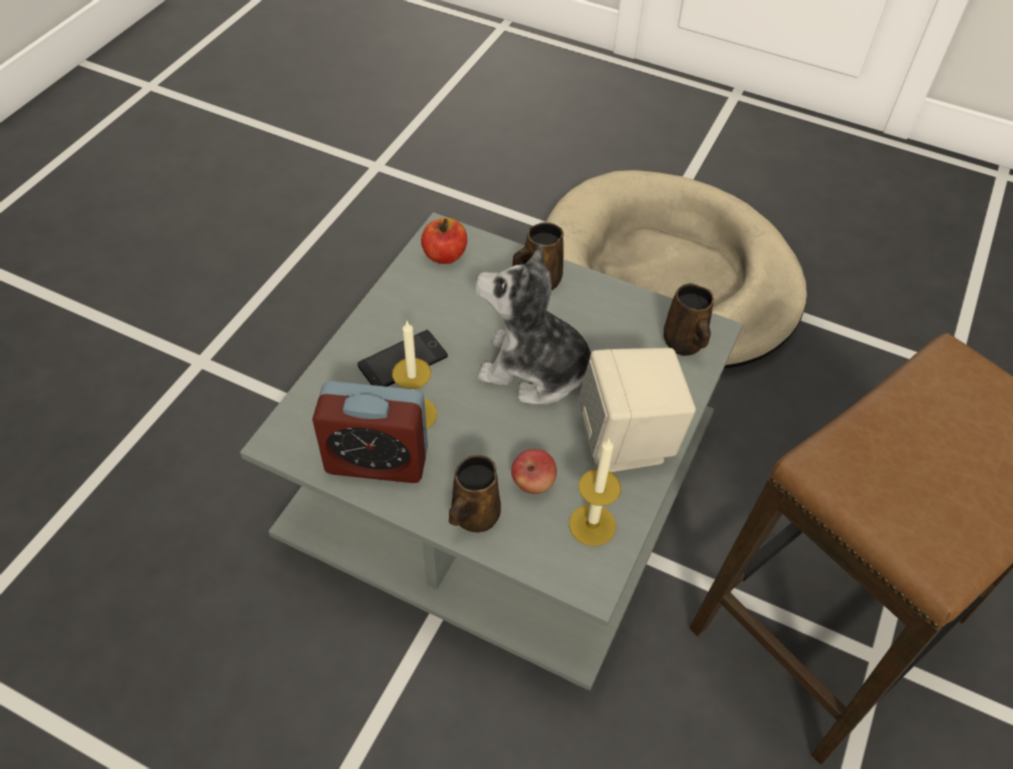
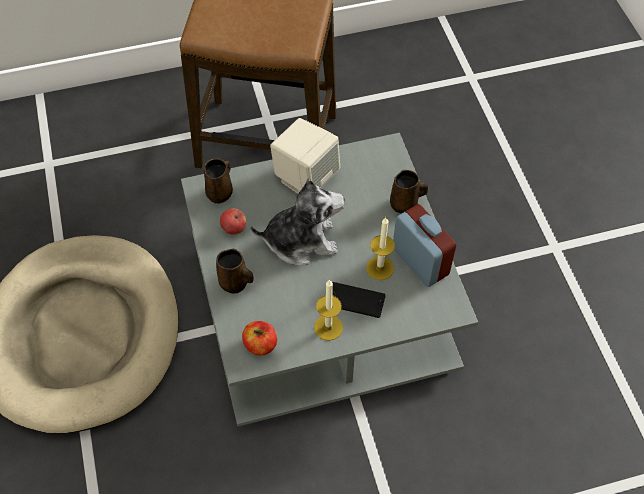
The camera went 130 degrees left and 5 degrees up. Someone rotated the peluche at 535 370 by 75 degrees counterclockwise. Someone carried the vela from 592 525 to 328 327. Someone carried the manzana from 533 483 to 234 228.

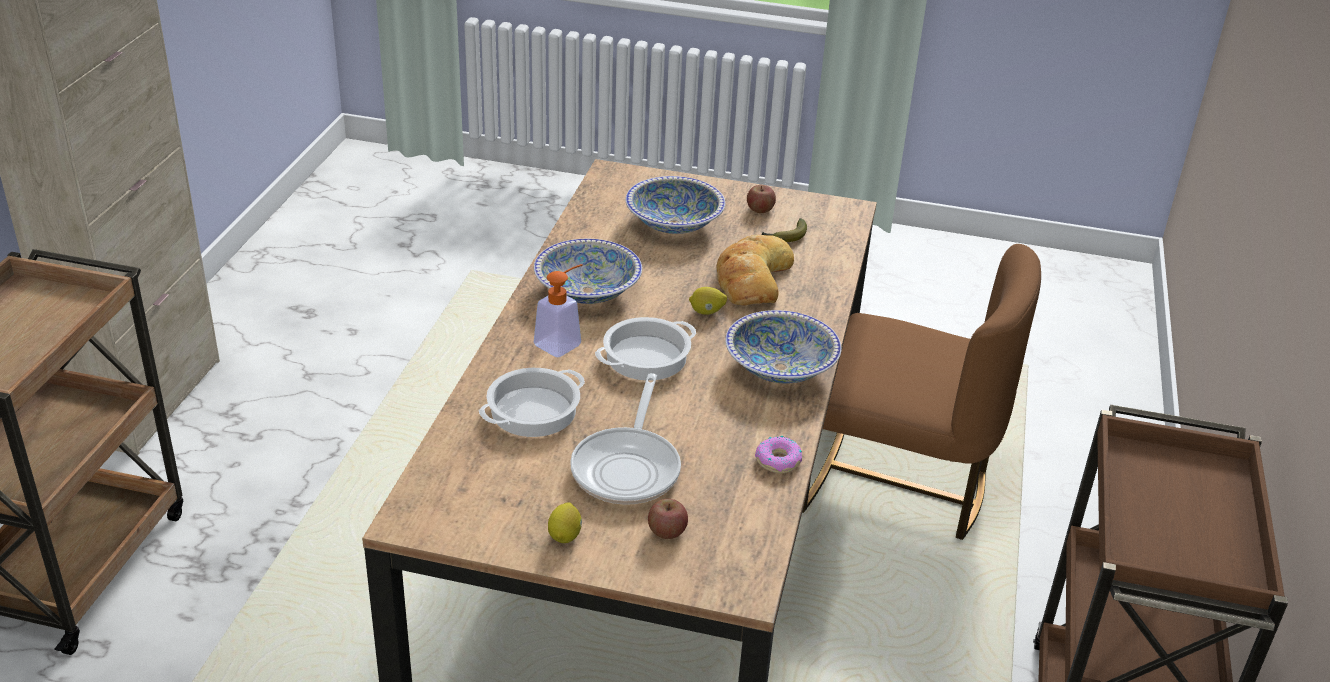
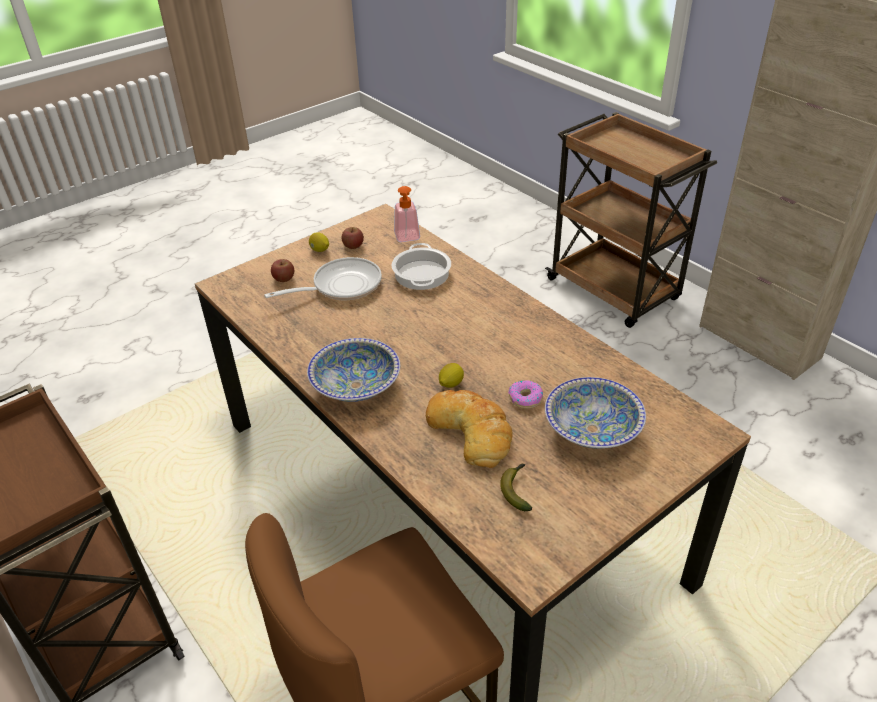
The camera went 130 degrees right and 5 degrees up. Someone carried the manzana from 760 209 to 353 246. Someone took away the cuenco at 587 291. Someone carried the dispensador de jabón from 563 342 to 408 238. Someone took away the olla at 646 356. Someone rotated the sartén at 628 467 by 105 degrees clockwise. Someone carried the rosquilla from 778 461 to 525 398.

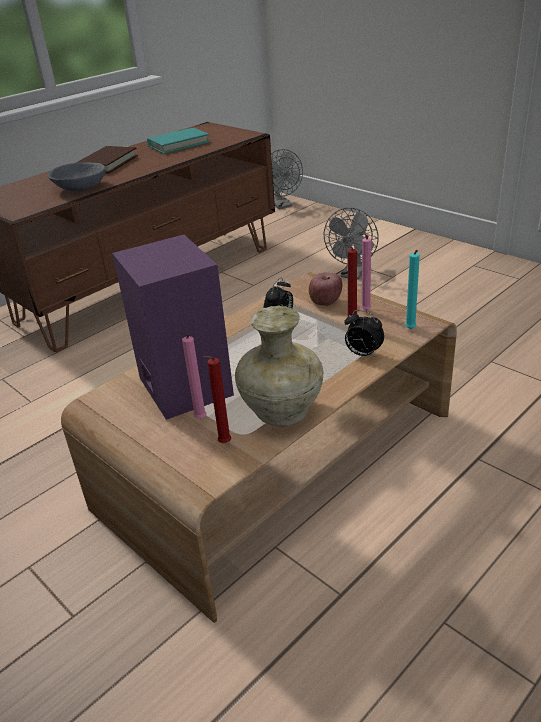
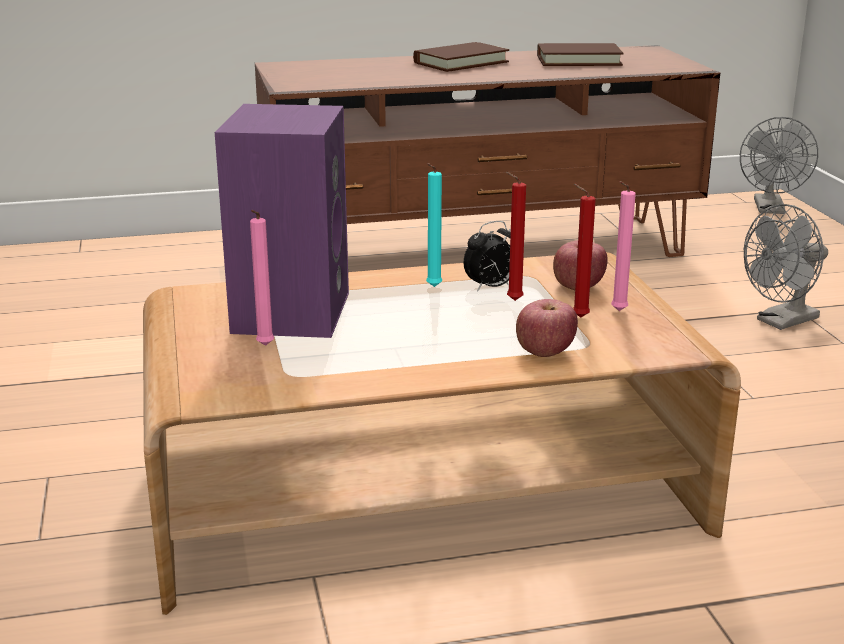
The camera went 30 degrees right and 10 degrees down. Someone repainted the libro/turquesa at 178 144, which became the libro/marrón at 578 60. Someone took away the cuenco/gris at 79 188. Someone carried the vela/turquesa from 410 330 to 432 287. Someone took away the florero/beis at 282 413. Someone swapped the despertador at 362 354 for the manzana at 545 351. Someone carried the vela/rojo from 223 444 to 512 301.

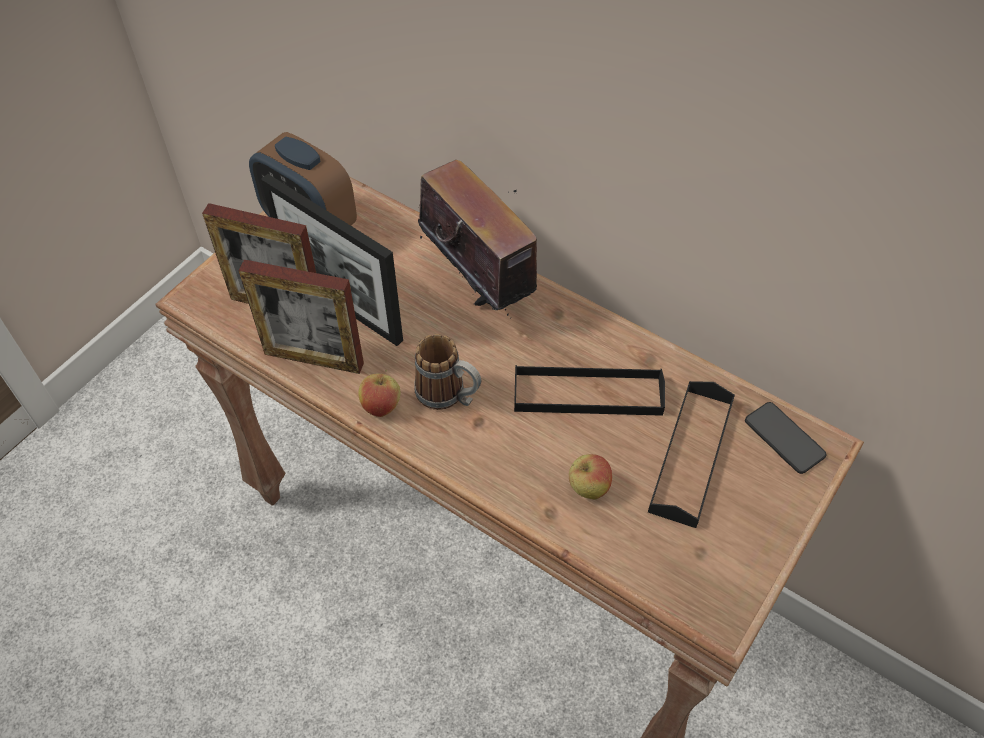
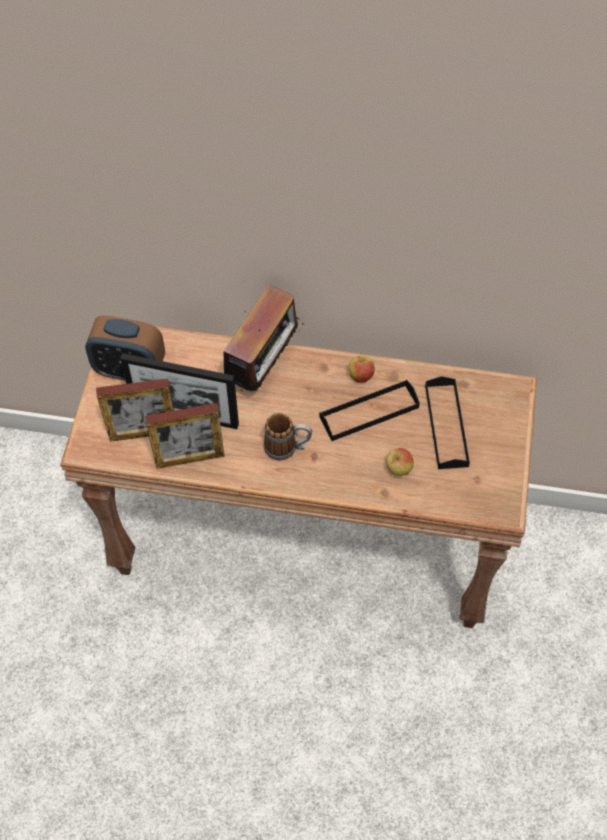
The camera went 25 degrees left and 5 degrees up. Someone rotated the radio at 479 283 by 90 degrees clockwise. Someone carried the manzana from 381 407 to 361 376. Someone took away the móvil at 784 438.

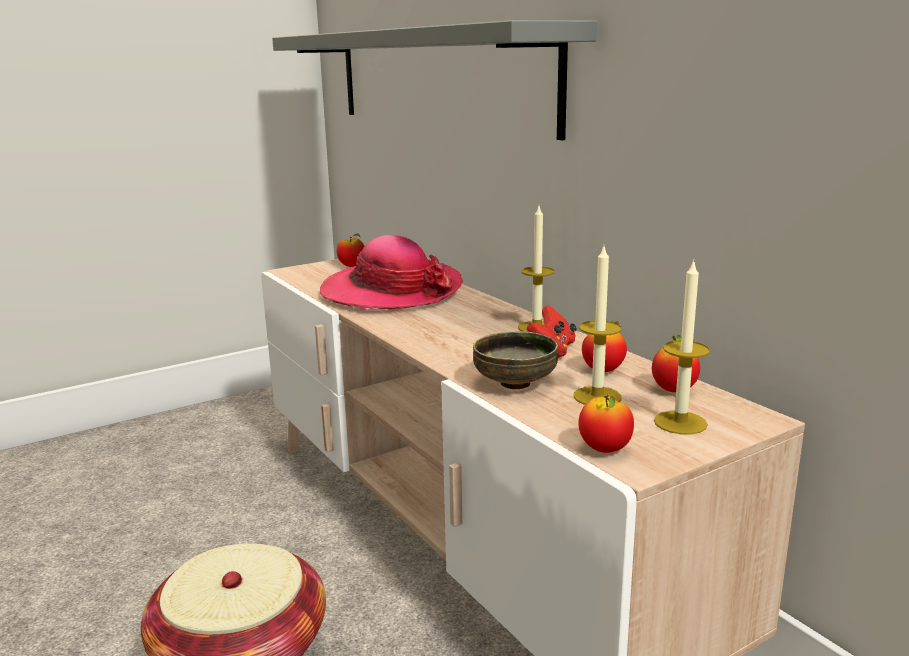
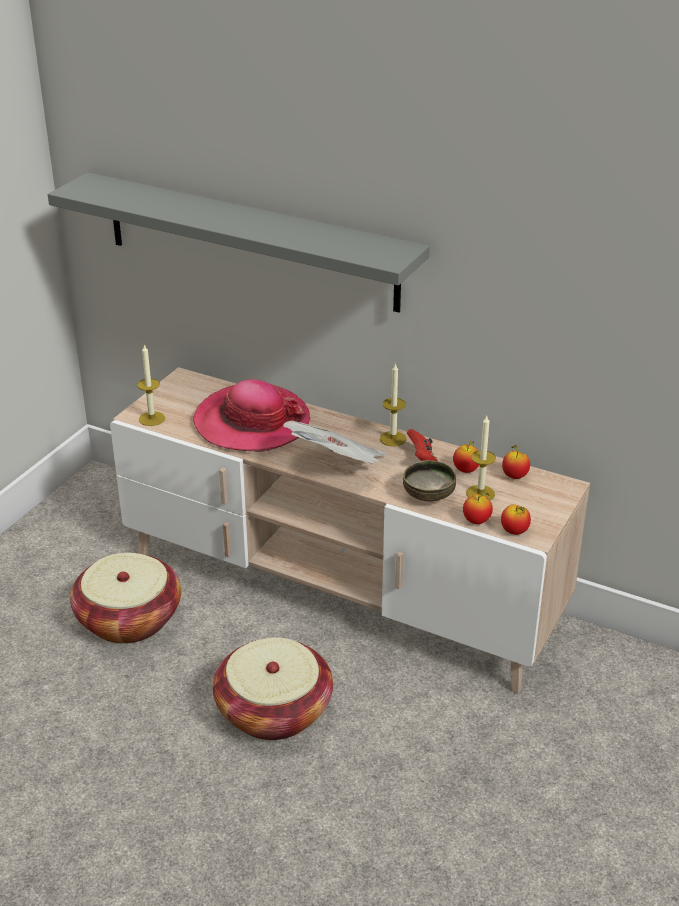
The camera went 30 degrees left and 15 degrees up. Someone carried the manzana from 352 266 to 476 521. Someone carried the vela from 680 422 to 152 418. Someone put down the periódico at 338 465. Someone put down the cesta at 129 619.

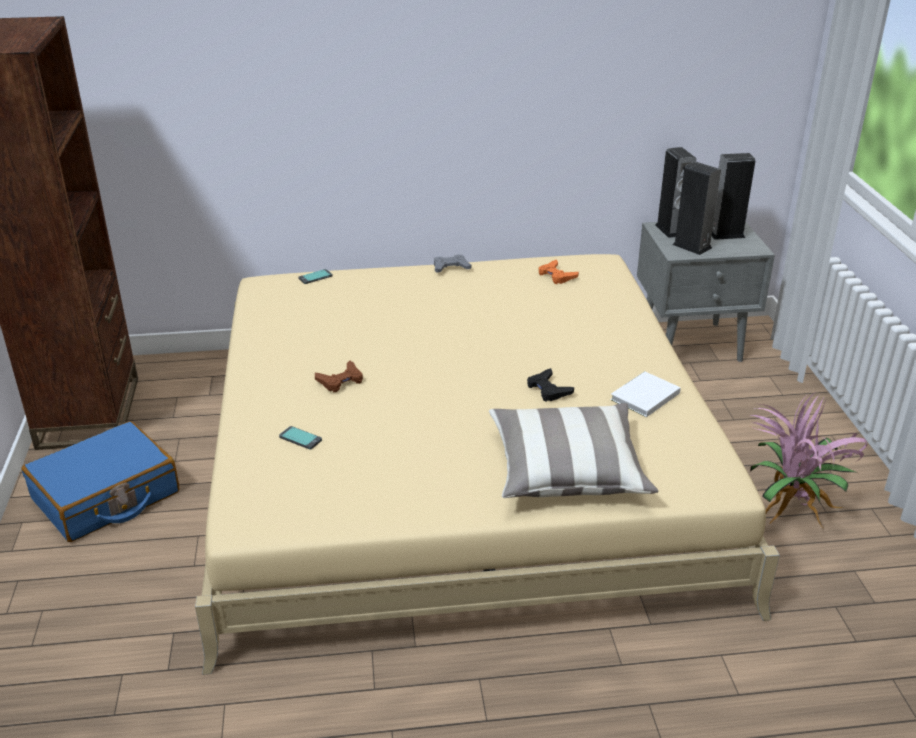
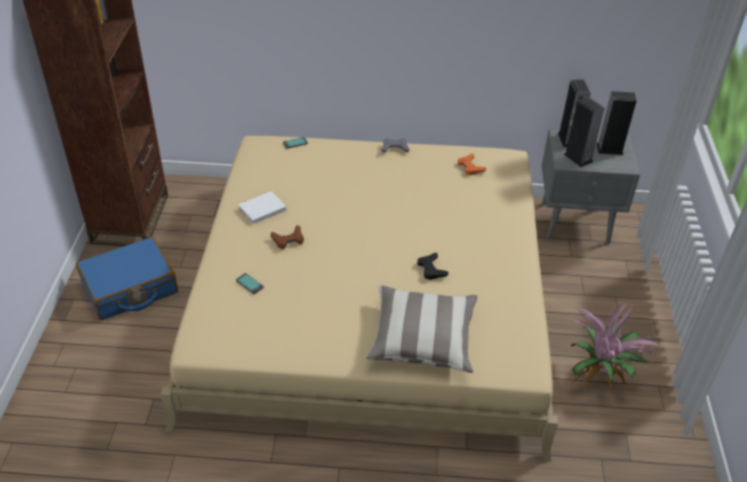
The camera went 10 degrees right and 10 degrees up. Someone carried the libro/blanco from 643 397 to 261 209.

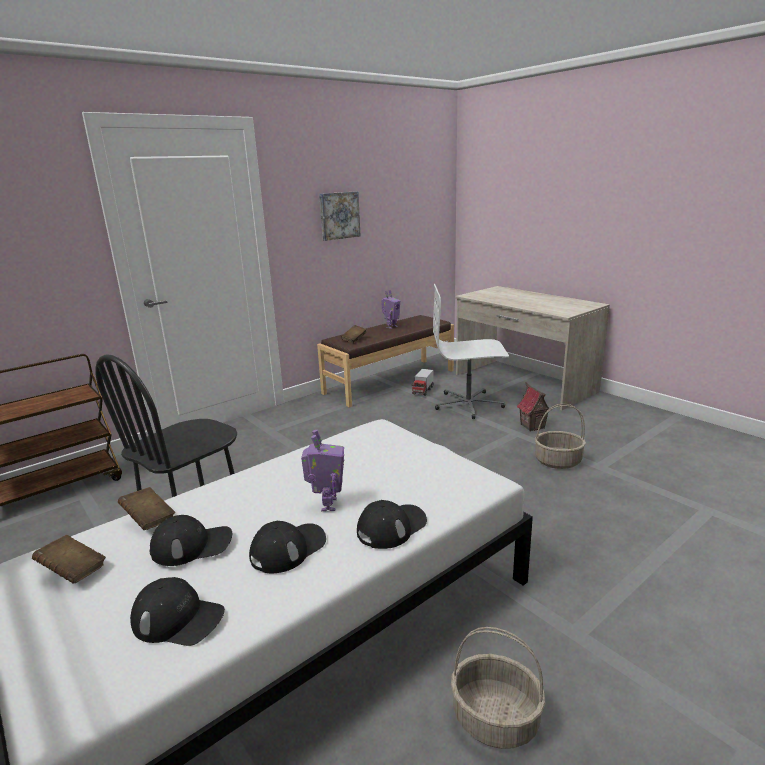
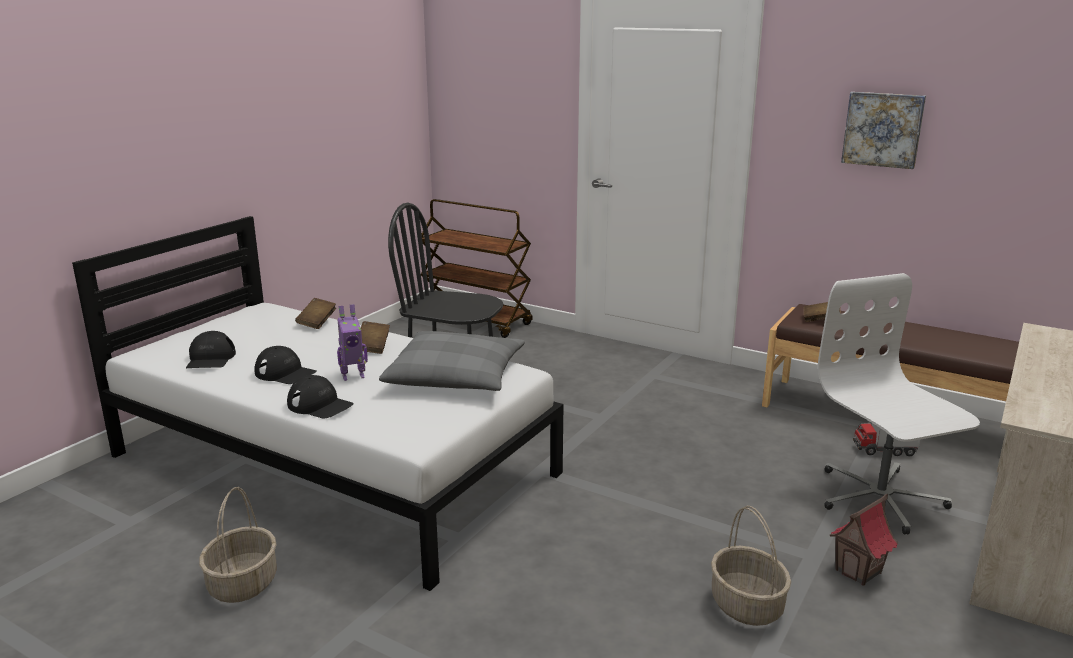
The camera went 70 degrees right and 0 degrees up. Someone took away the robot de juguete at 391 327. Someone took away the gorra/negro at 192 545. Someone carried the libro/marrón from 73 570 to 373 347. Someone put down the cojín/gris at 456 376.

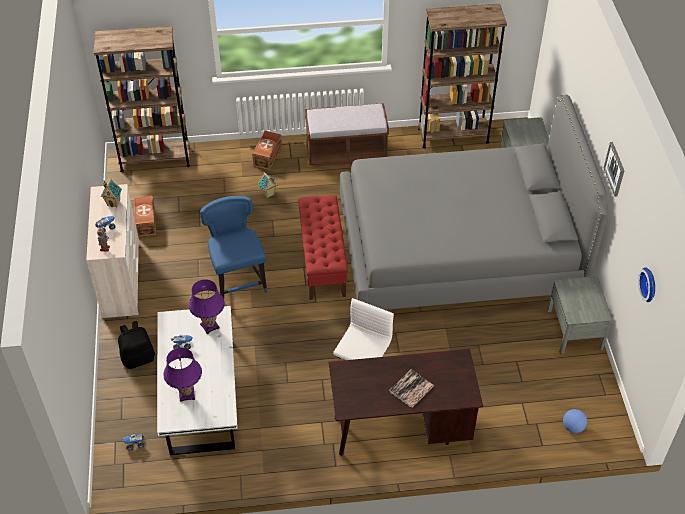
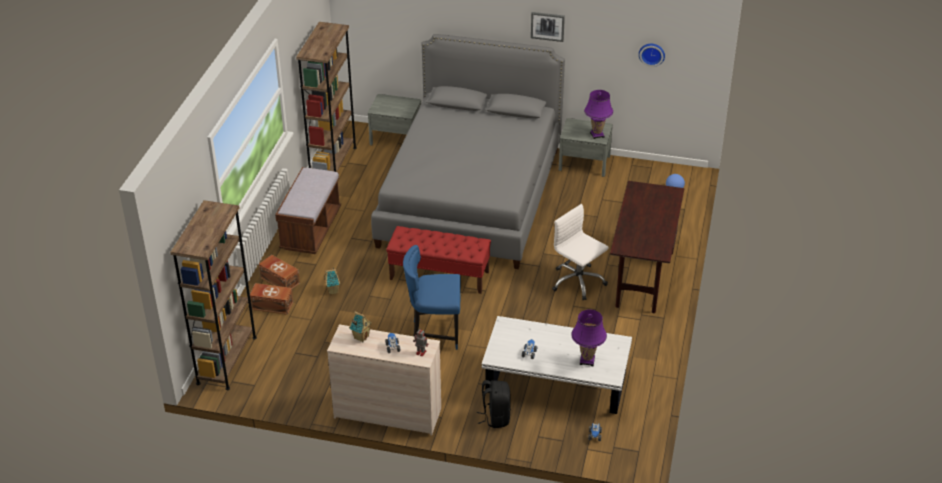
The camera went 70 degrees left and 10 degrees down. Someone carried the caja de almacenaje/marrón from 146 222 to 272 305. Someone carried the lámpara de mesa/morado from 209 326 to 597 135. Someone took away the libro at 411 389.

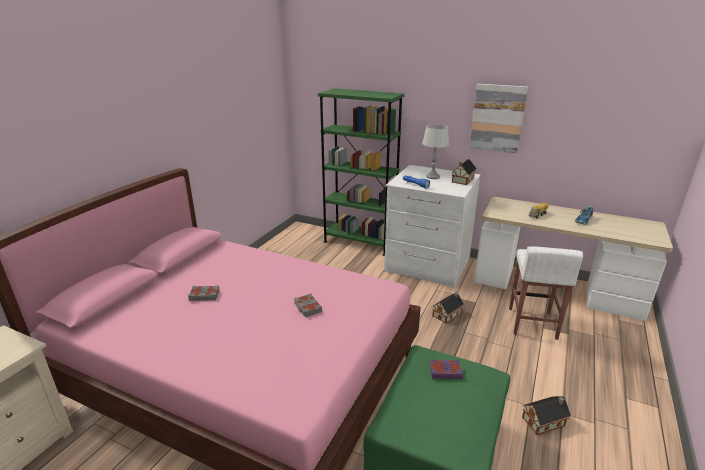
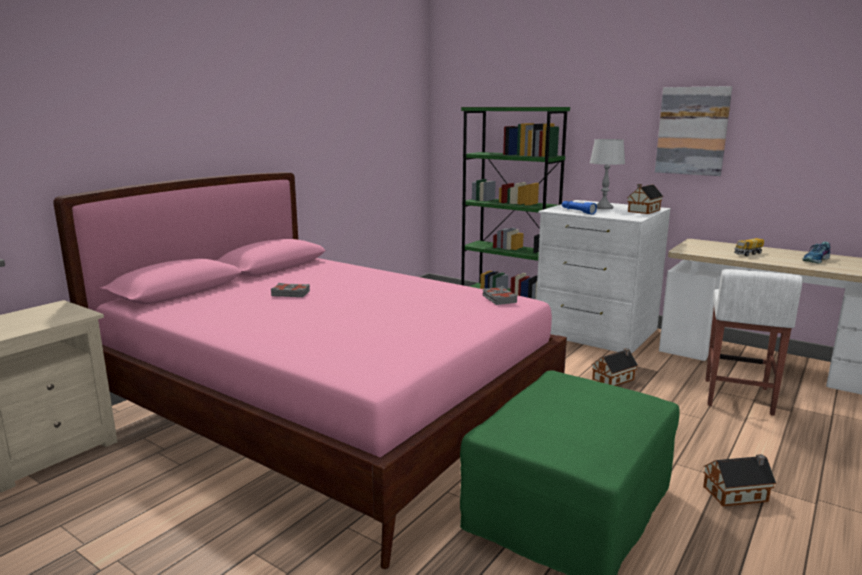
The camera went 10 degrees right and 10 degrees down. Someone carried the libro/gris from 307 308 to 499 299. Someone took away the libro/morado at 445 371.

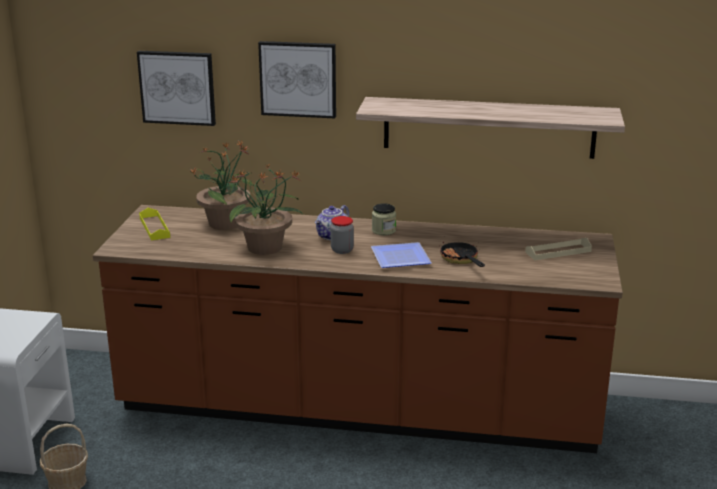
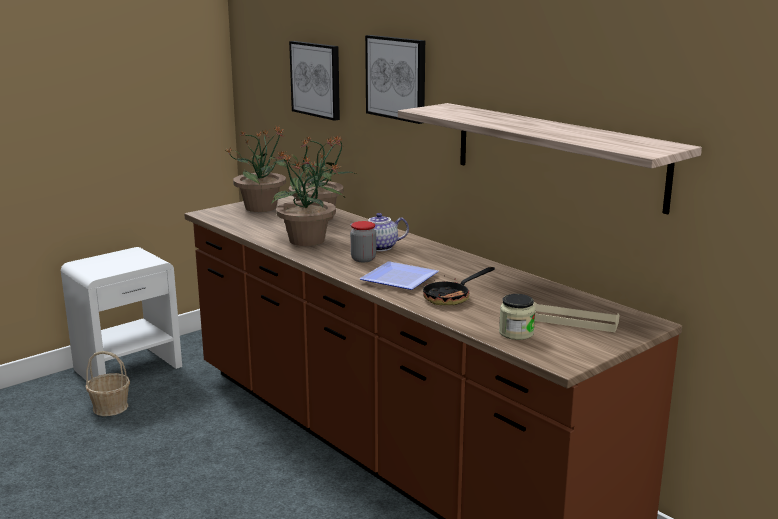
The camera went 40 degrees right and 5 degrees down. Someone carried the tarro from 383 231 to 516 333. Someone swapped the bandeja/amarillo at 154 227 for the planta en maceta at 262 207. Someone rotated the sartén at 461 260 by 150 degrees counterclockwise.

